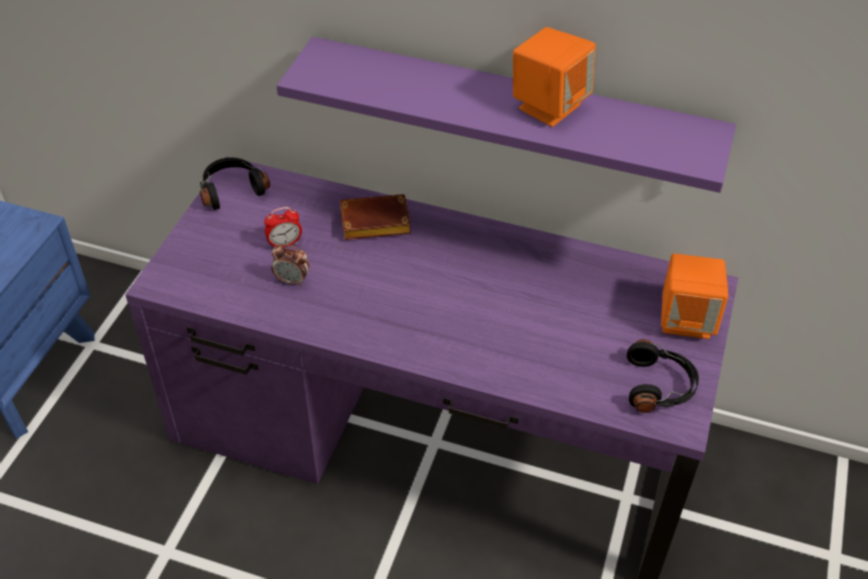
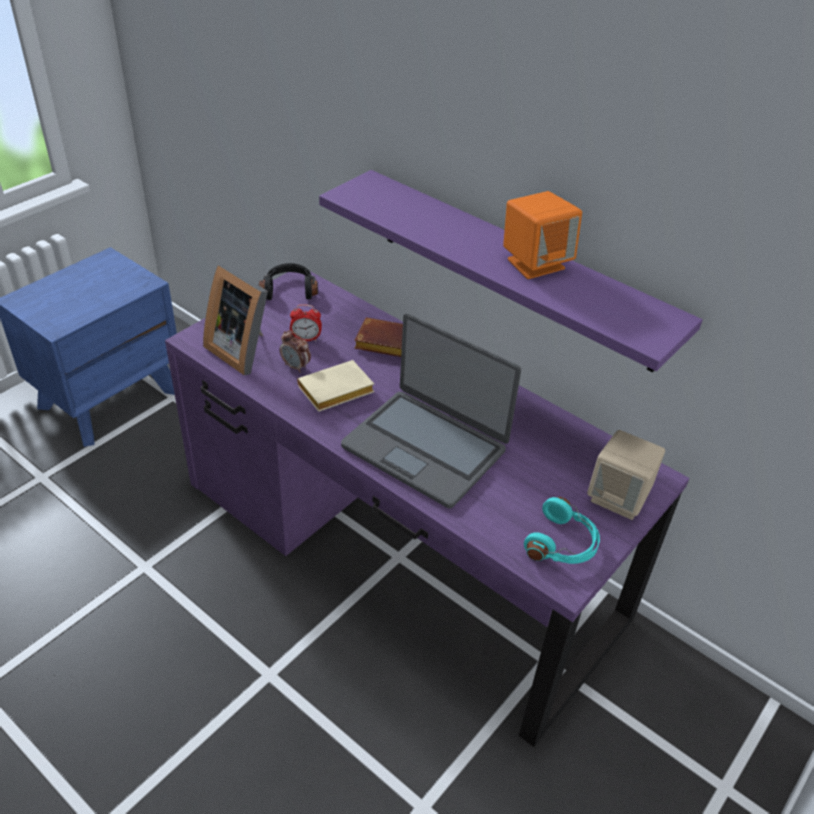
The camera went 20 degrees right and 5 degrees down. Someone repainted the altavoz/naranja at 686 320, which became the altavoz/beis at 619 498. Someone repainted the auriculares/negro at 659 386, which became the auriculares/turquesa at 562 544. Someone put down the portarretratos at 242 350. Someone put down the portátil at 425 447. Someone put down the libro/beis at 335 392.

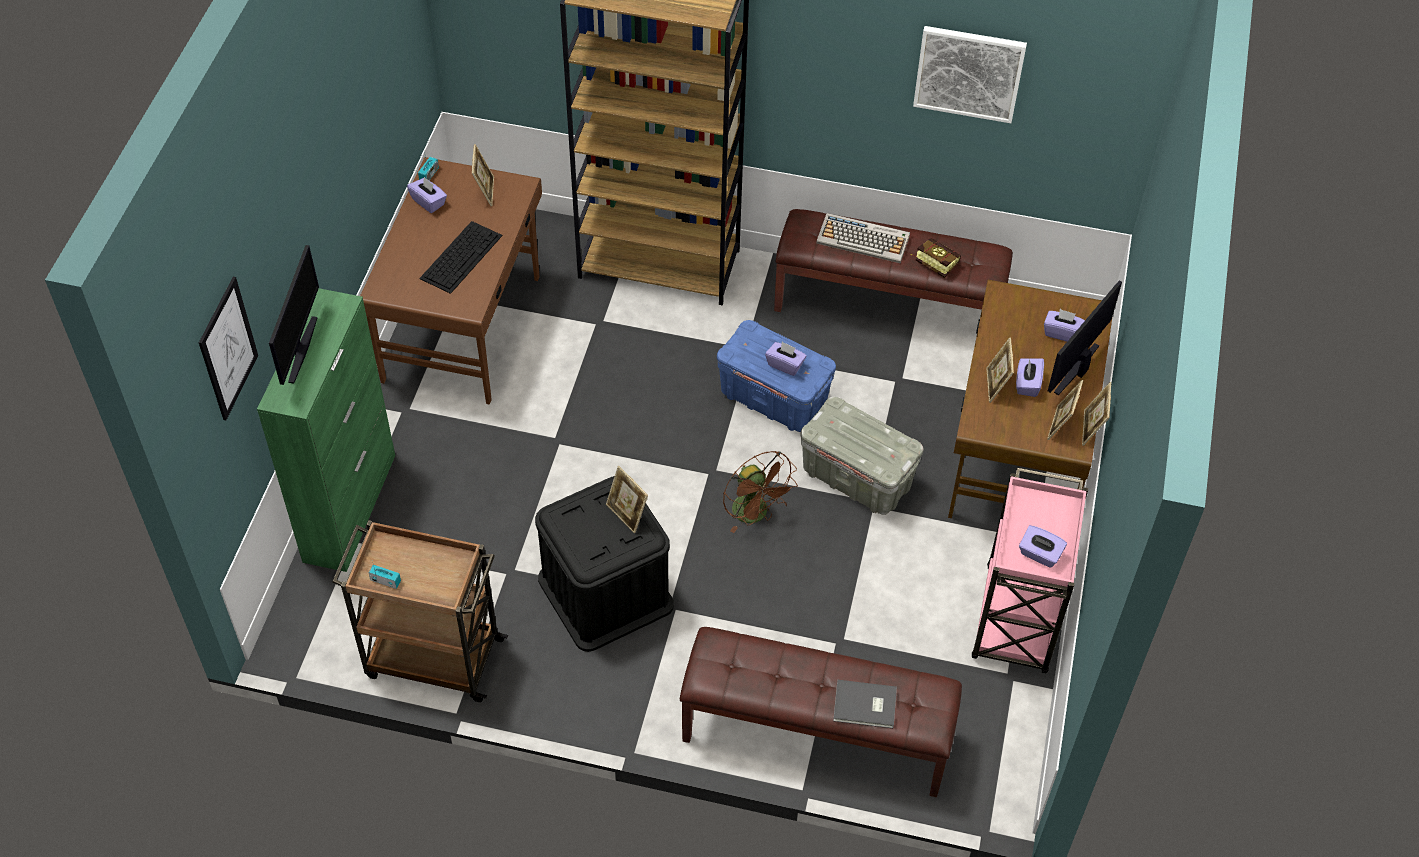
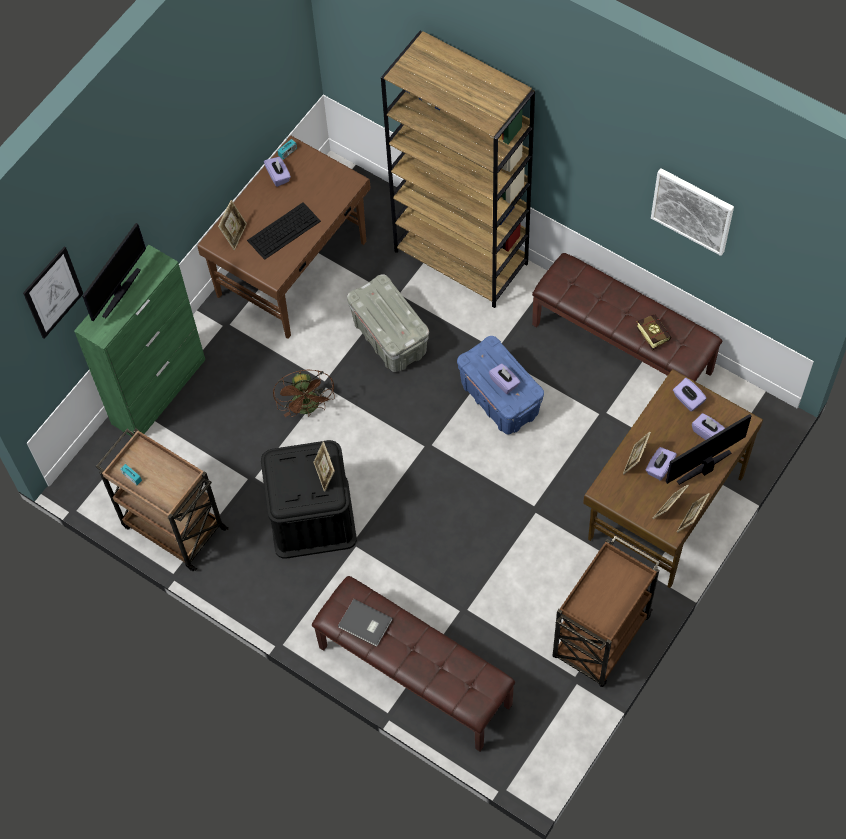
The camera went 25 degrees right and 10 degrees up. Someone carried the portarretratos from 485 191 to 234 235. Someone took away the teclado at 864 239. Someone carried the caja de almacenaje/gris from 856 477 to 389 337. Someone carried the ventilador/marrón from 756 514 to 308 408. Someone repainted the carrito/rosa at 1016 621, which became the carrito/marrón at 600 639. Someone carried the caja de pañuelos/morado from 1039 554 to 688 400. Someone carried the libro/gris from 865 706 to 365 624.

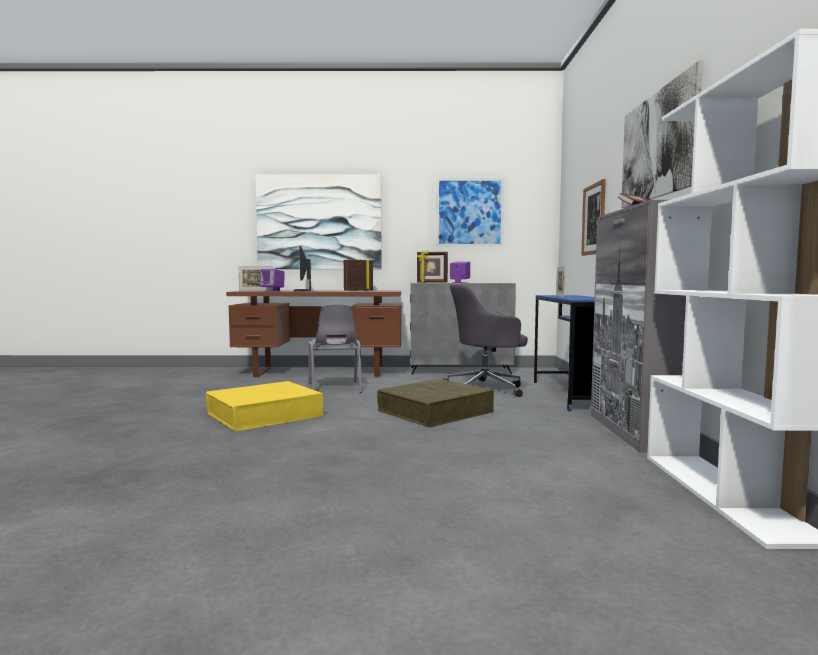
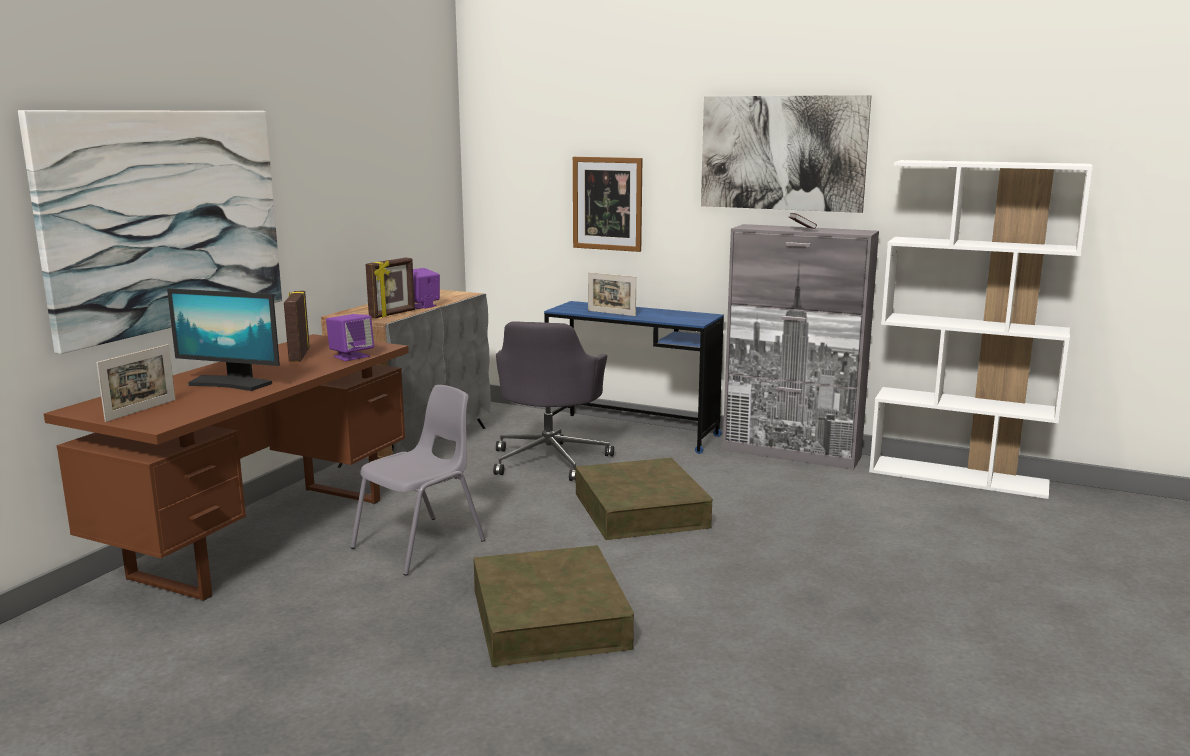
The camera went 65 degrees left and 10 degrees up. Someone took away the cuadro at 469 212. Someone carried the altavoz/morado from 273 291 to 351 356. Someone rotated the silla/gris at 334 388 by 60 degrees counterclockwise. Someone repainted the caja de almacenaje/amarillo at 265 414, which became the caja de almacenaje/marrón at 549 618.

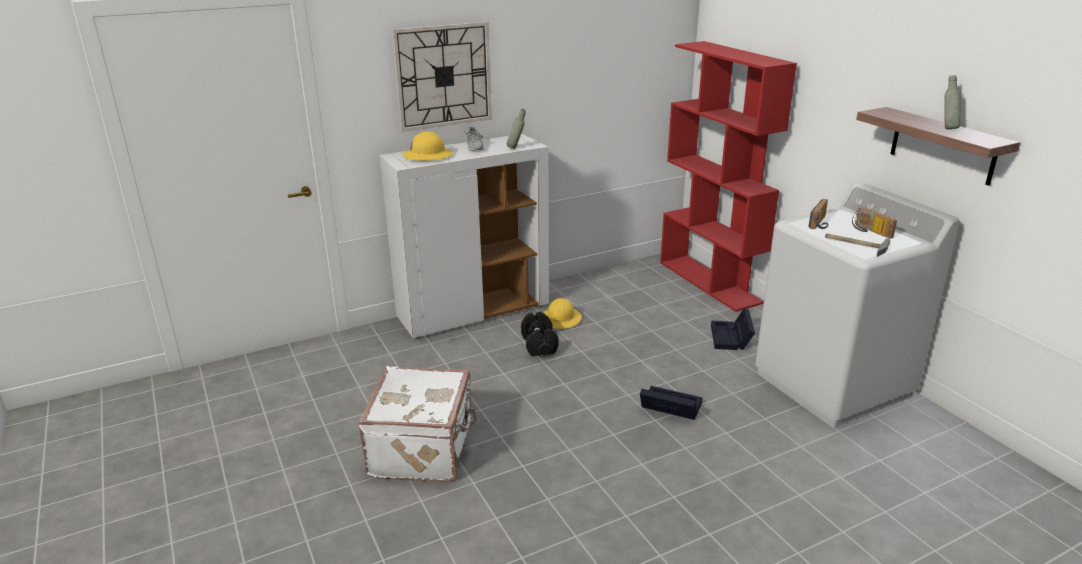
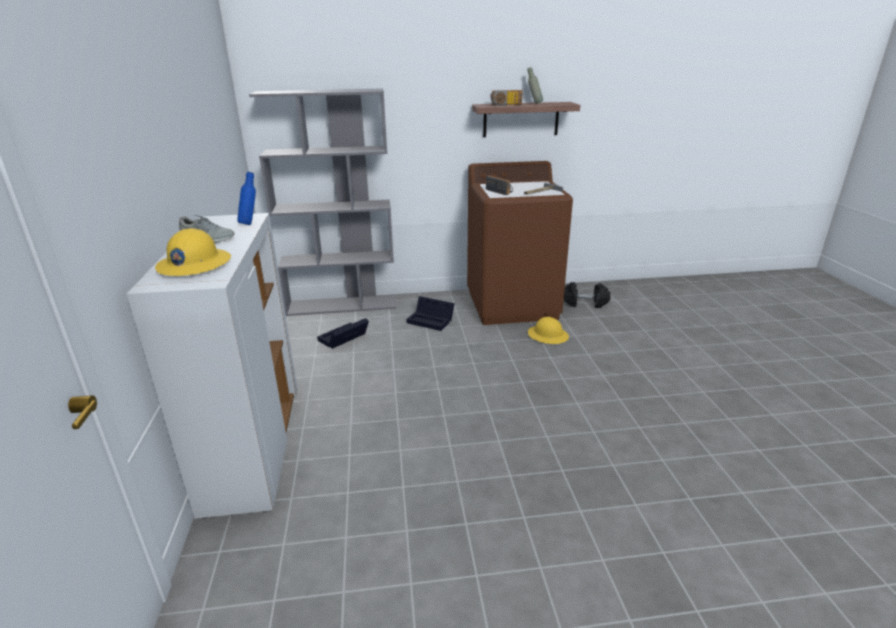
The camera went 70 degrees left and 0 degrees up. Someone took away the reloj de pared at 443 76. Someone repainted the estantería/rojo at 710 282, which became the estantería/gris at 342 305. Someone repainted the botella/gris at 516 148, which became the botella/azul at 250 223. Someone repainted the lavadora/blanco at 833 384, which became the lavadora/marrón at 513 305. Someone carried the radio from 869 231 to 506 105. Someone carried the casco/amarillo from 561 319 to 548 335. Someone carried the mancuerna/negro from 539 345 to 584 303. Someone took away the maleta/blanco at 424 449. Someone carried the caja de almacenaje/negro from 668 407 to 343 339.

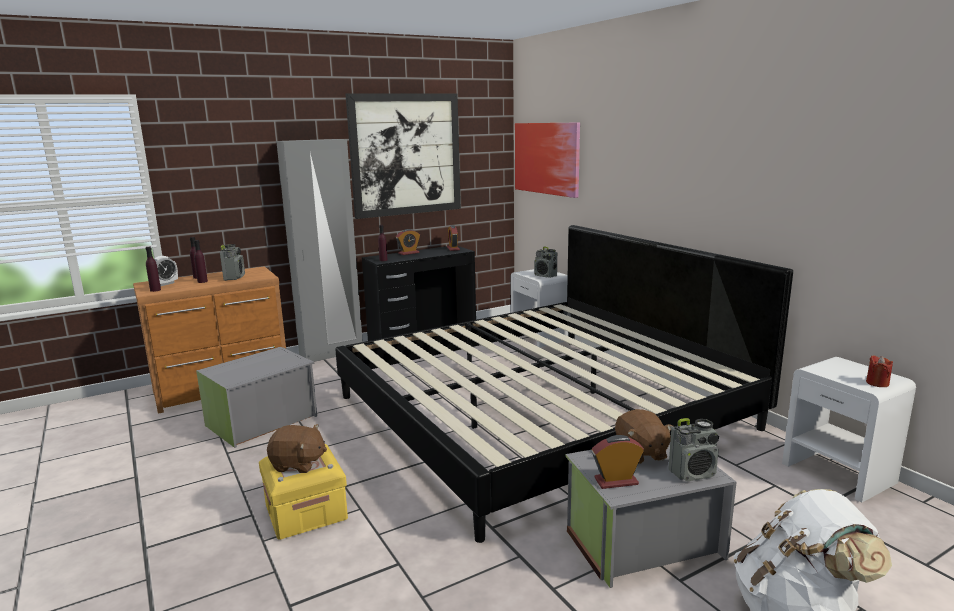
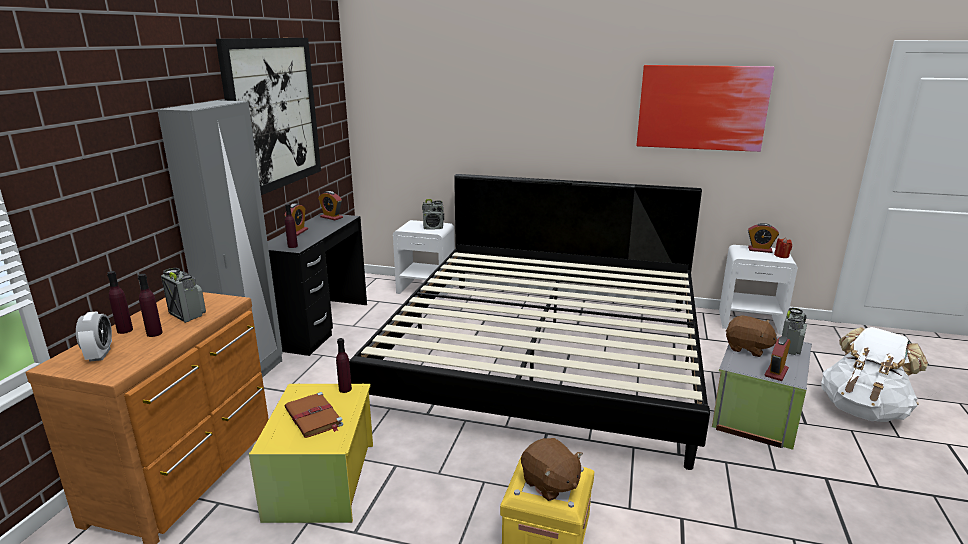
The camera went 45 degrees left and 5 degrees up. Someone carried the cuadro from 547 158 to 701 107. Someone carried the botella/morado from 155 290 to 345 389. Someone repainted the caja de almacenaje/gris at 263 421, which became the caja de almacenaje/amarillo at 324 480. Someone rotated the peluche/marrón at 298 464 by 90 degrees clockwise. Someone put down the despertador at 760 250. Someone put down the libro/marrón at 314 417.

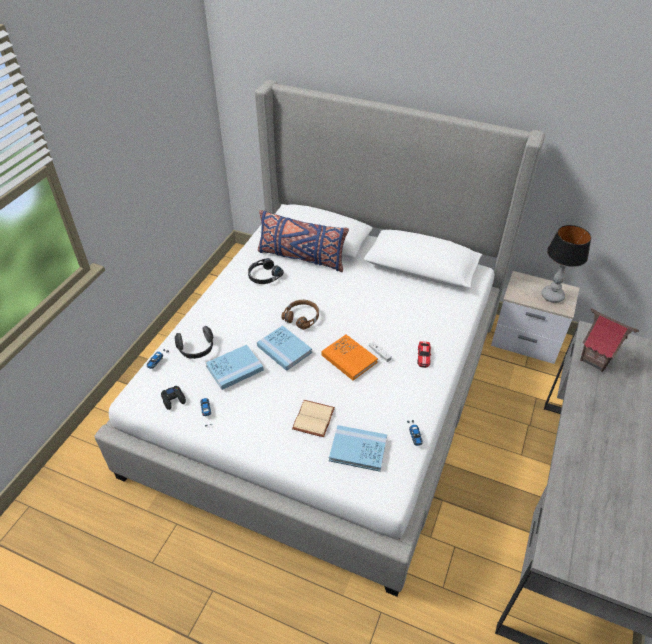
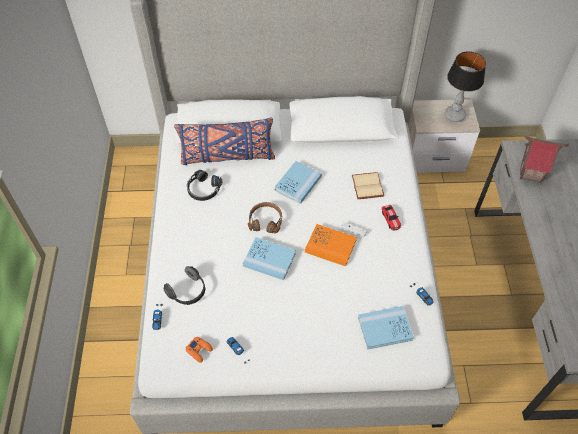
The camera went 25 degrees left and 10 degrees up. Someone carried the libro/azul from 235 368 to 298 183. Someone repainted the mando de consola/negro at 173 399, which became the mando de consola/naranja at 199 350. Someone carried the libro/beis from 314 420 to 368 186.

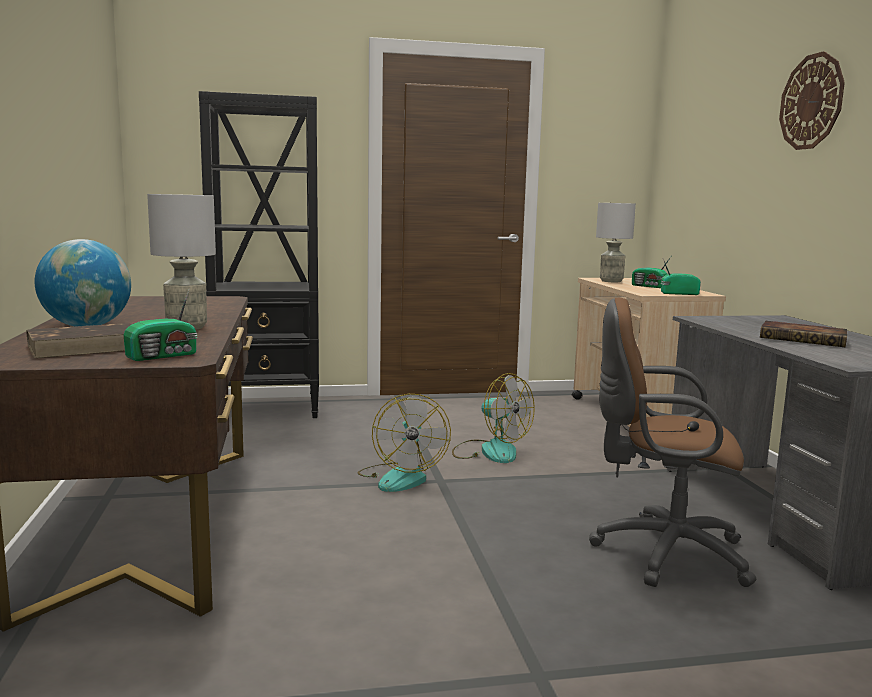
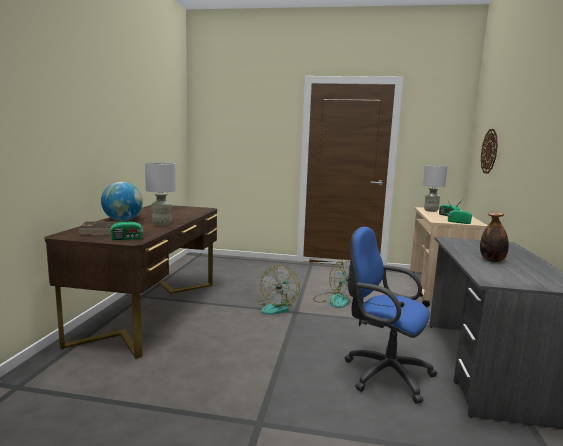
The camera went 20 degrees right and 0 degrees up. Someone carried the reloj de pared from 811 102 to 489 151. Someone took away the estantería/negro at 268 409. Someone repainted the silla de oficina/marrón at 662 552, which became the silla de oficina/azul at 383 373. Someone swapped the libro at 805 340 for the botella at 492 260.

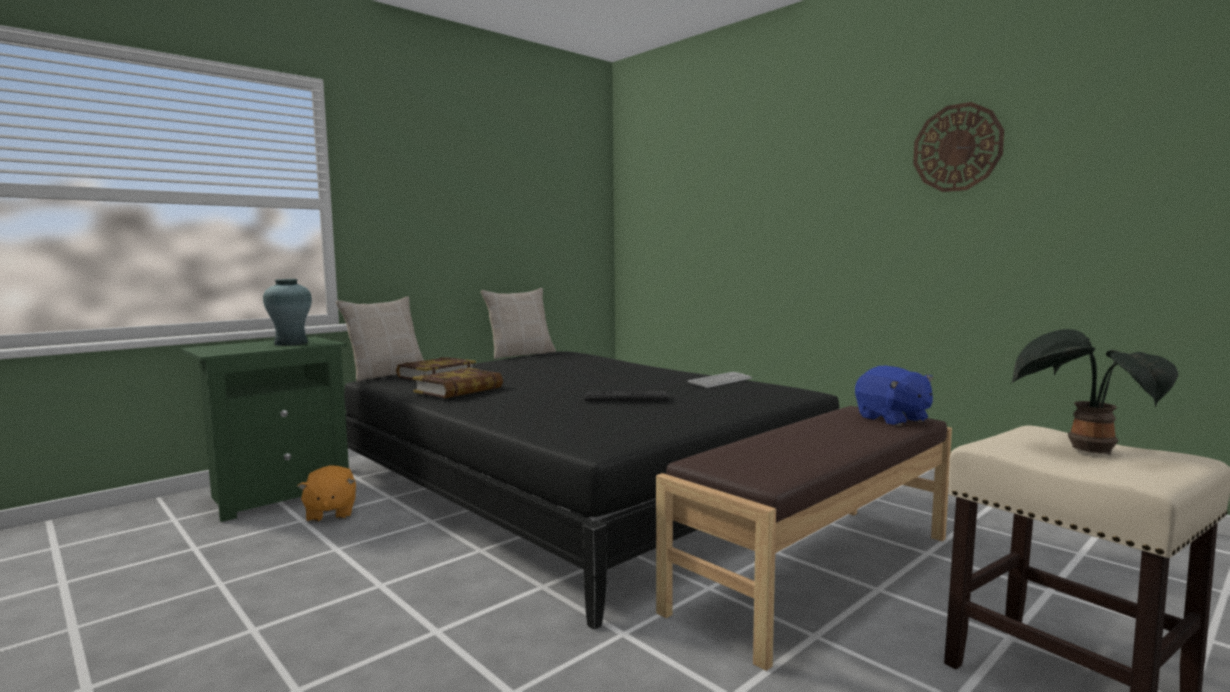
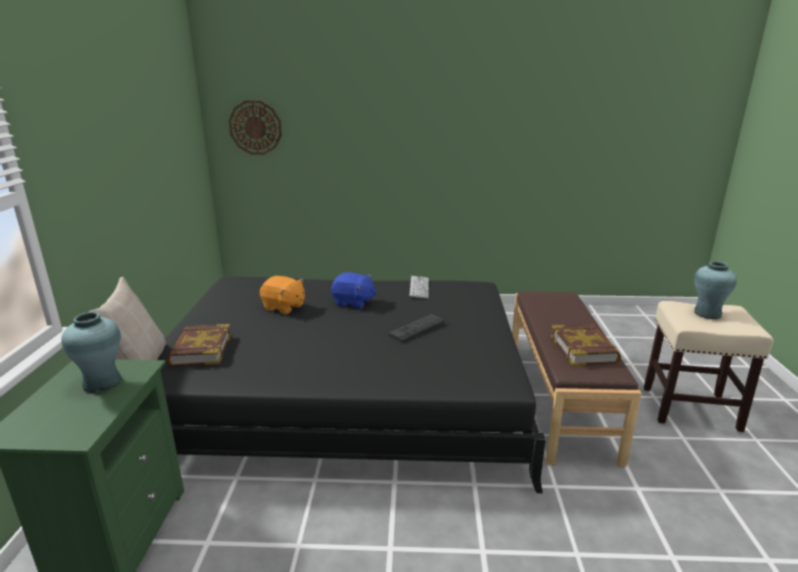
The camera went 45 degrees left and 15 degrees up. Someone carried the reloj de pared from 957 148 to 255 127. Someone took away the cojín/beis at 520 354. Someone swapped the planta en maceta at 1085 450 for the florero/turquesa at 707 314. Someone carried the peluche/azul from 892 419 to 353 303. Someone carried the libro from 459 390 to 583 349. Someone carried the peluche/naranja from 330 513 to 284 307.

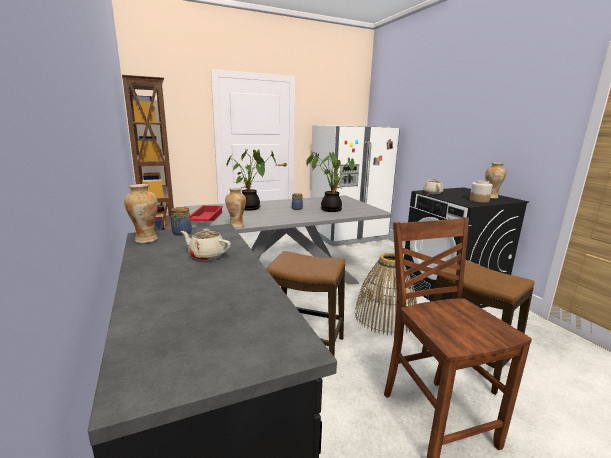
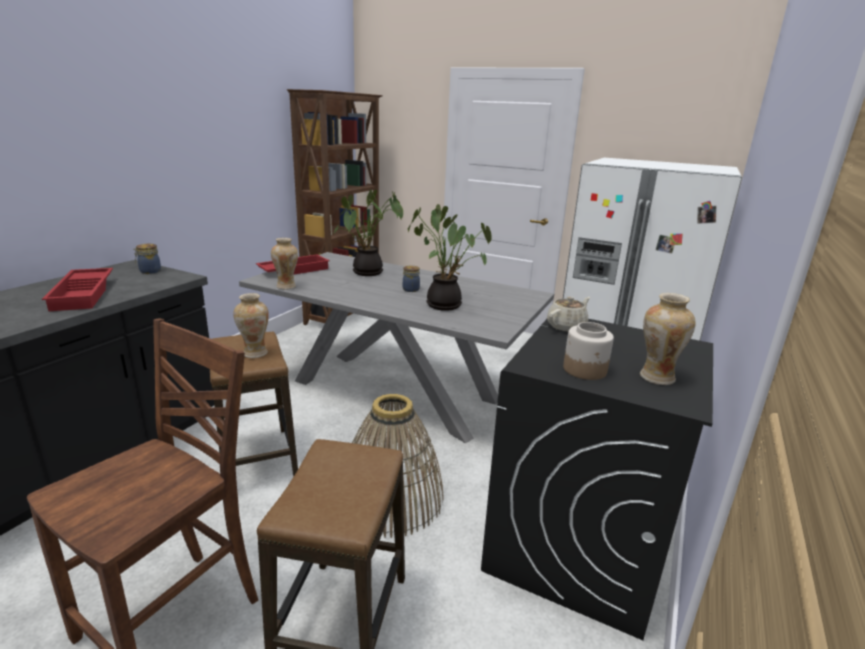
The camera went 50 degrees right and 5 degrees up. Someone carried the florero from 145 239 to 255 353. Someone swapped the tetera/beis at 206 255 for the bandeja/rojo at 84 294.

